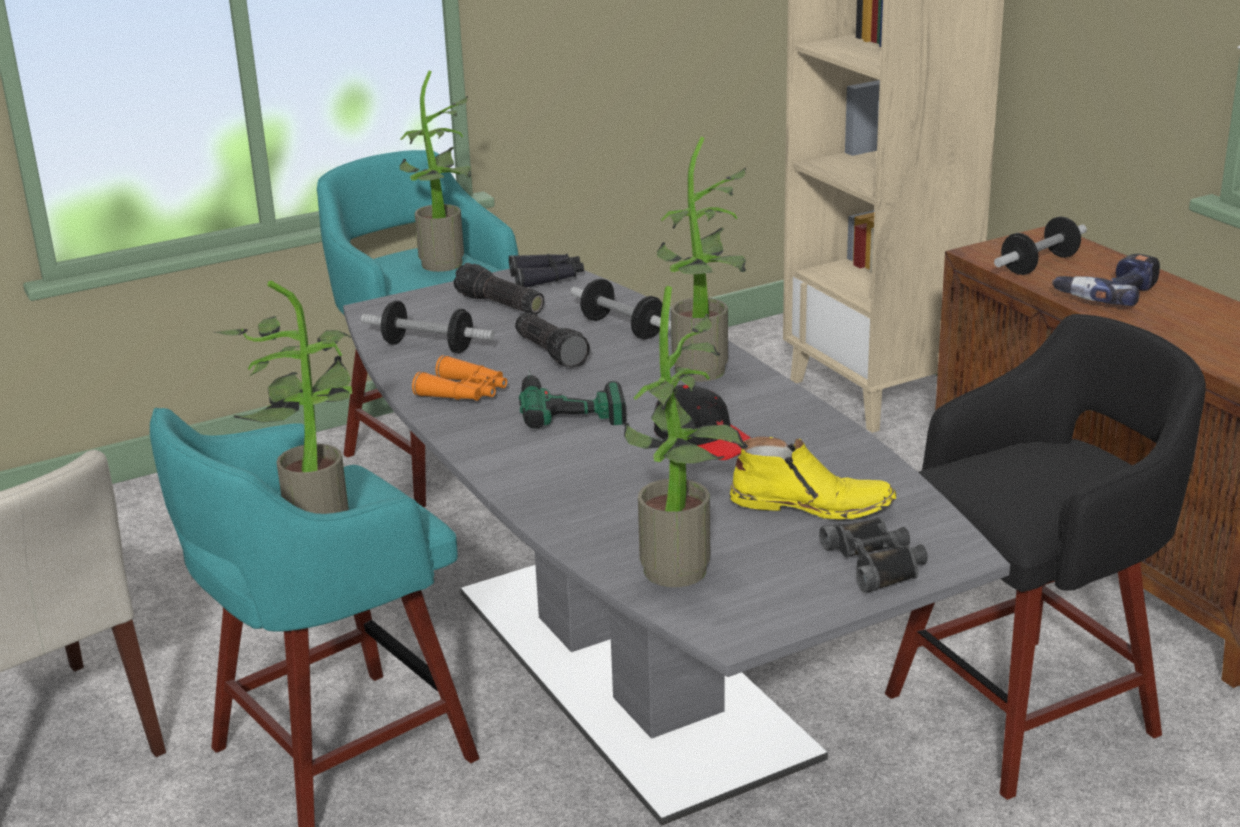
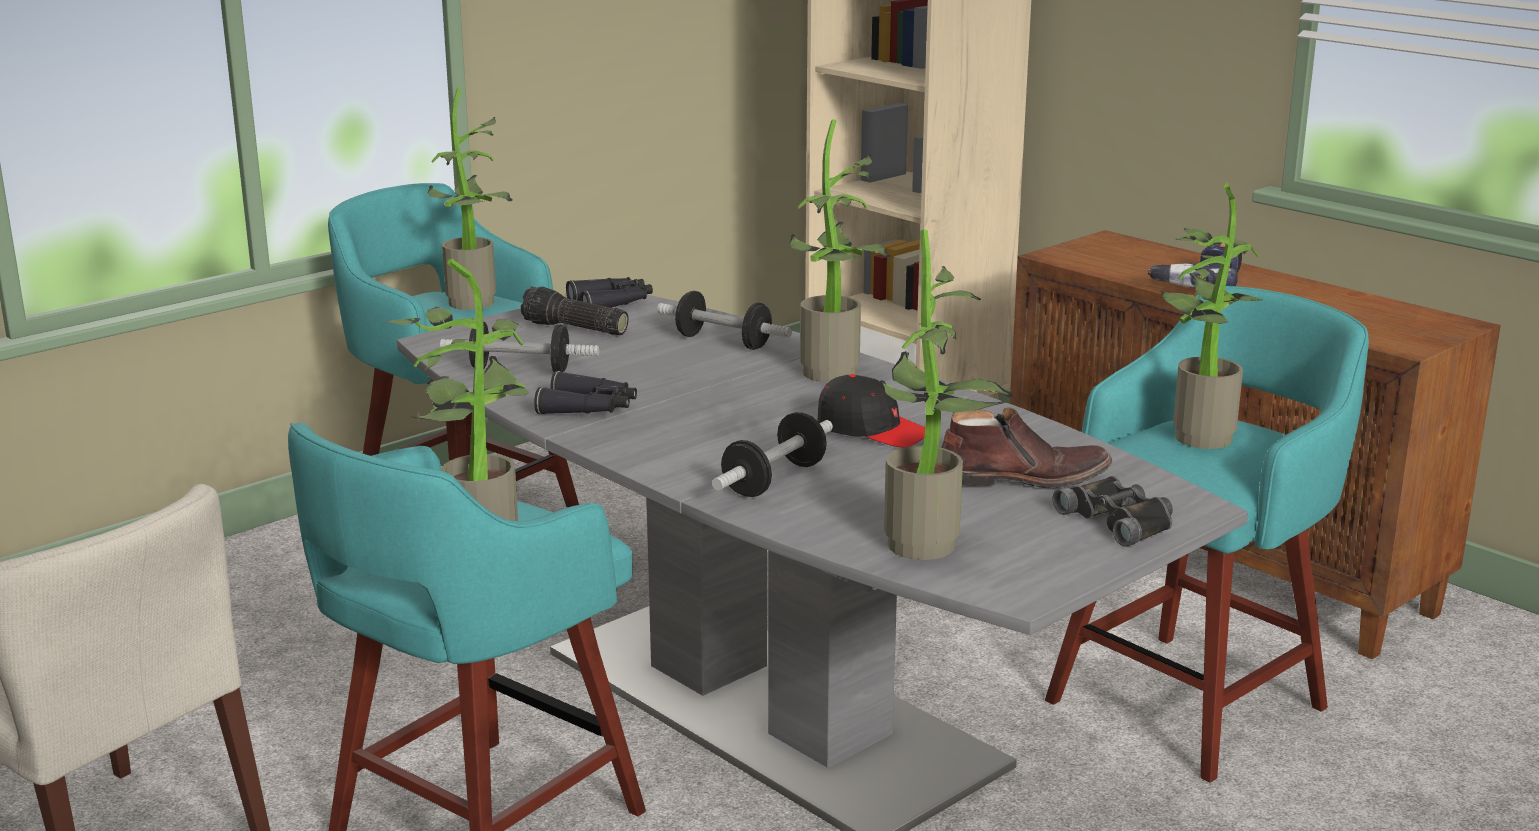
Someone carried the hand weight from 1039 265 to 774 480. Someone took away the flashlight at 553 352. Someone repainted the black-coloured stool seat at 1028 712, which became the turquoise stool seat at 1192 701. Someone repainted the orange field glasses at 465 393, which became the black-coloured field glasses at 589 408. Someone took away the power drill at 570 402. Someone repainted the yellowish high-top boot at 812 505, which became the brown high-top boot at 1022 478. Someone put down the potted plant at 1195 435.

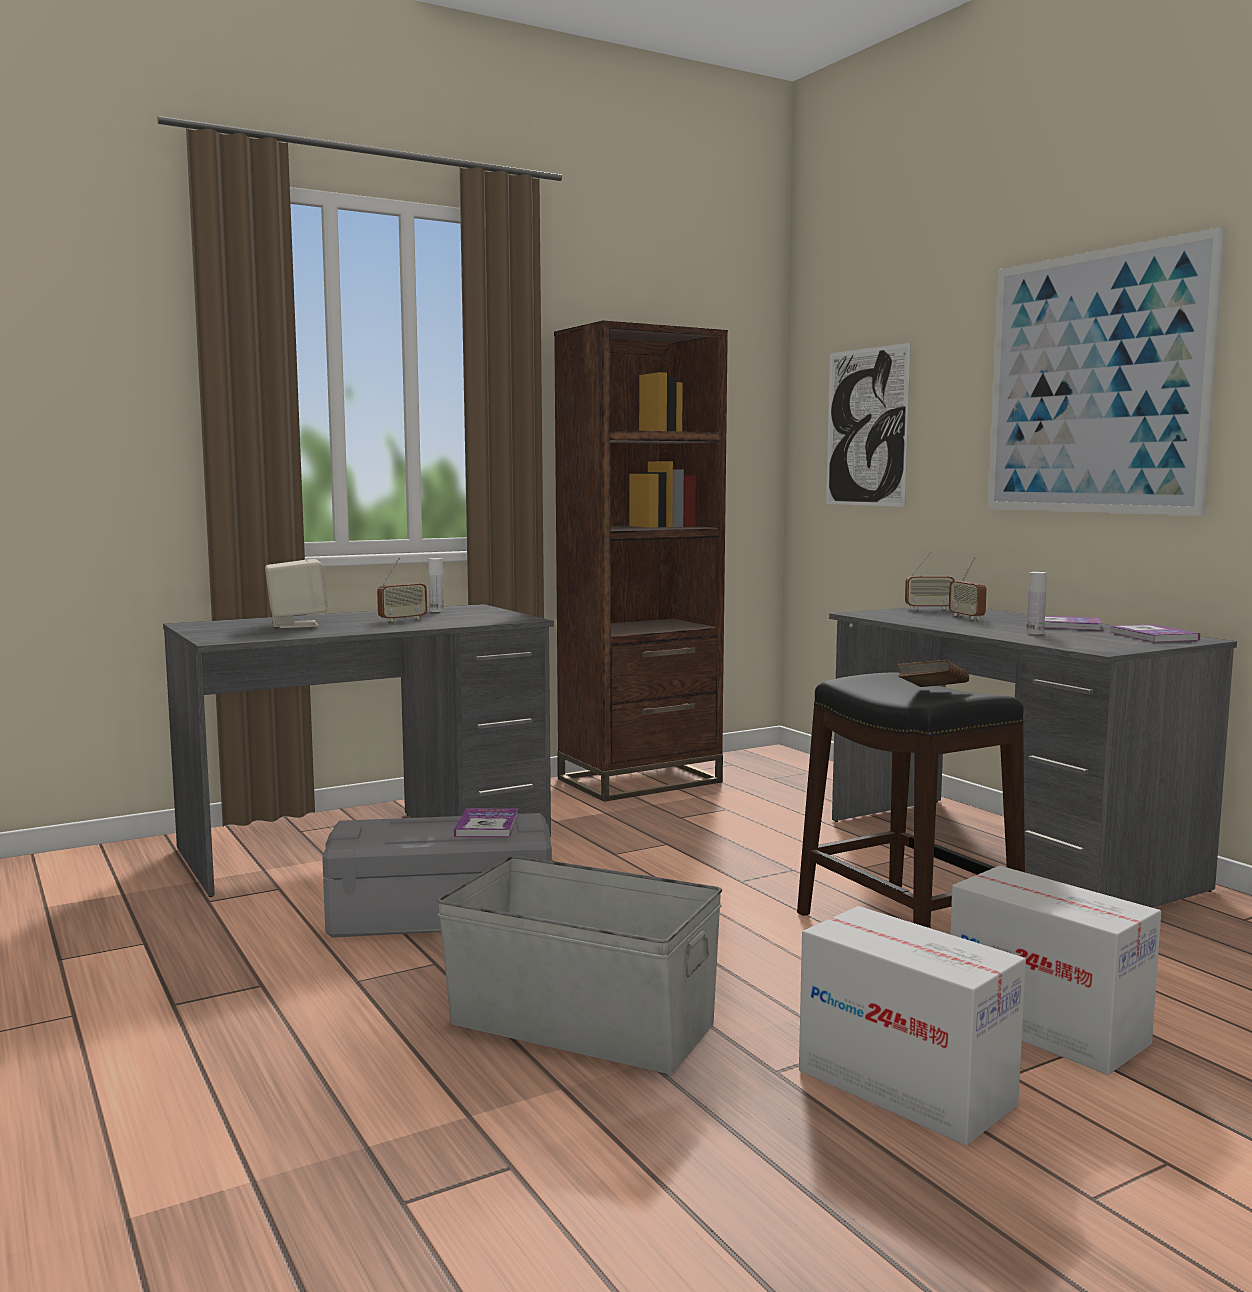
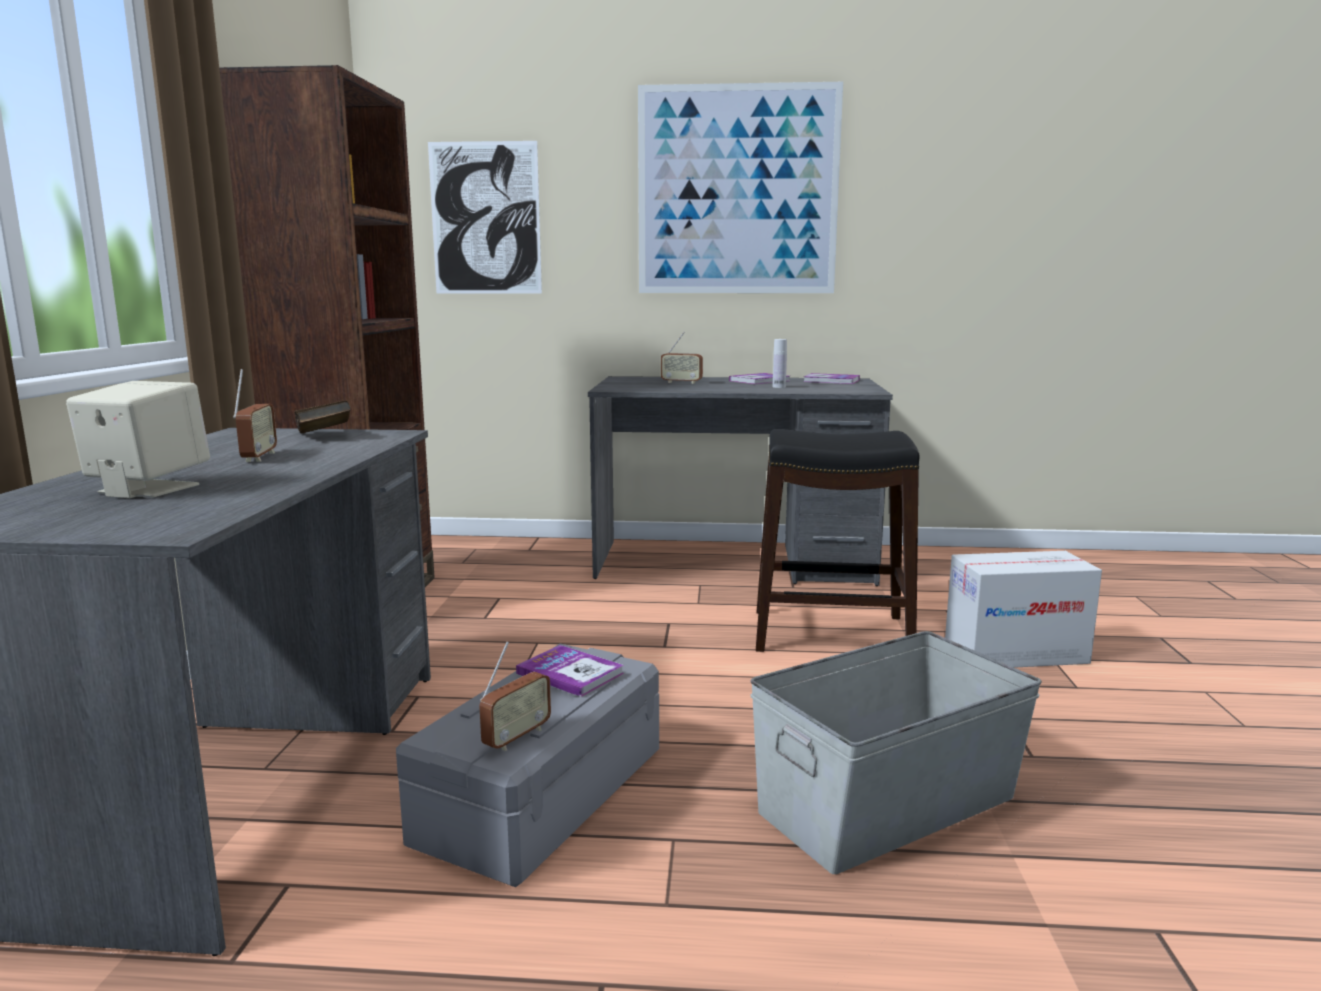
Someone carried the radio from 929 608 to 516 737. Someone took away the whitish bottle at 436 611. Someone carried the brown volume from 932 693 to 324 436. Someone took away the cardboard box at 906 1087.

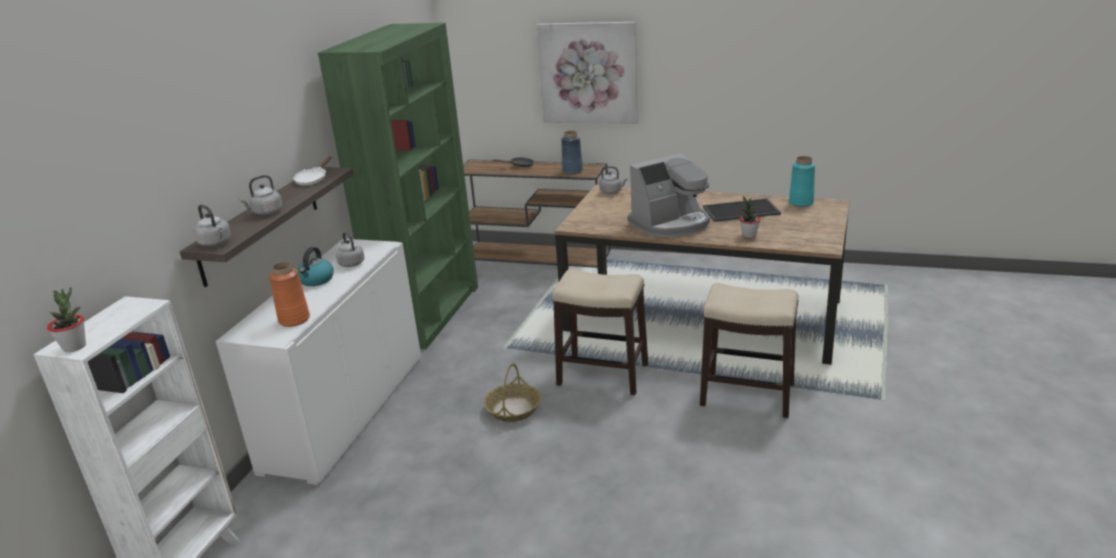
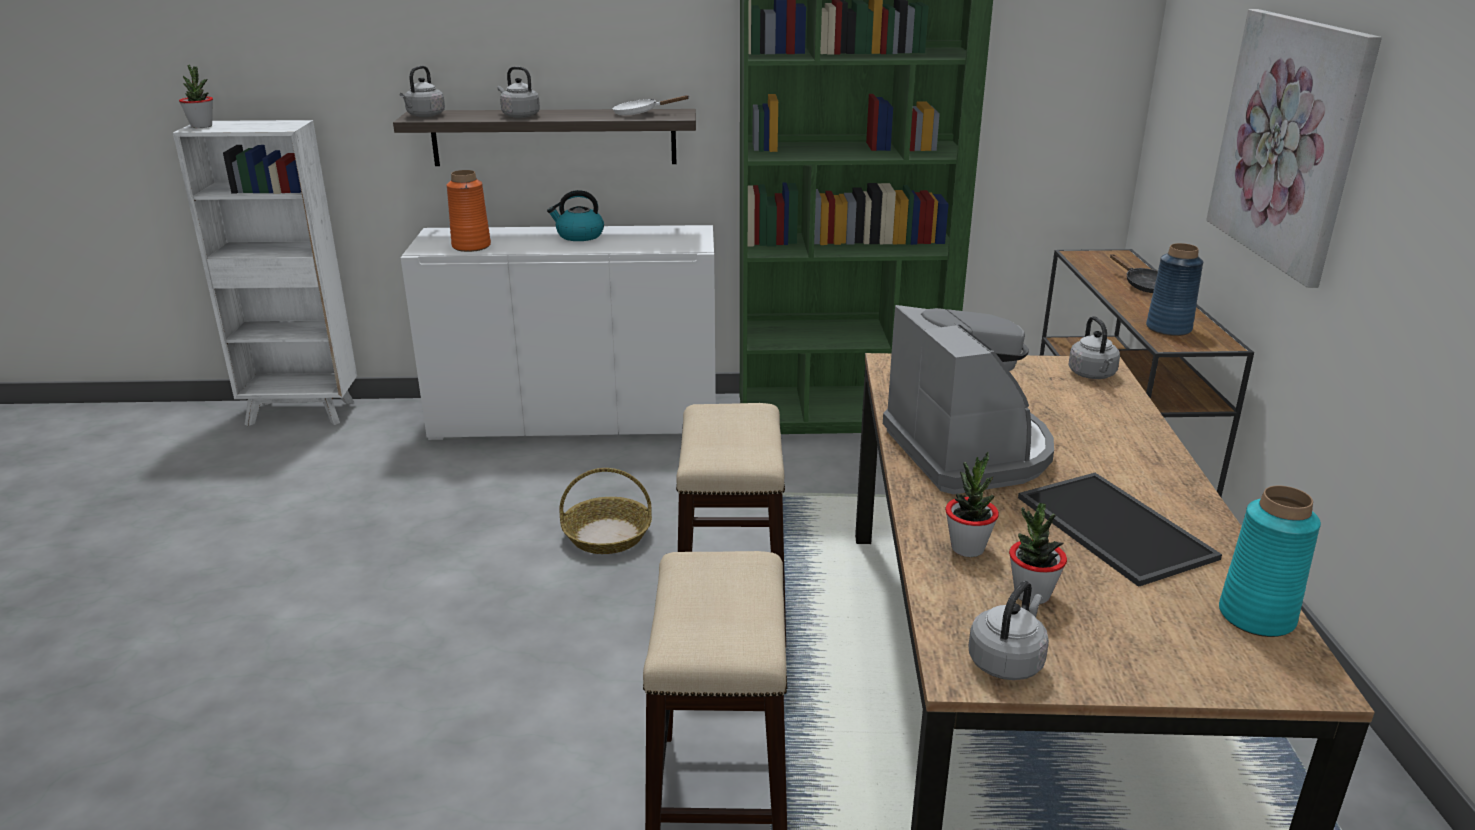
Someone rotated the coffee maker at 671 224 by 150 degrees counterclockwise. Someone carried the grey water kettle from 351 263 to 1007 661. Someone put down the potted plant at 1031 594.

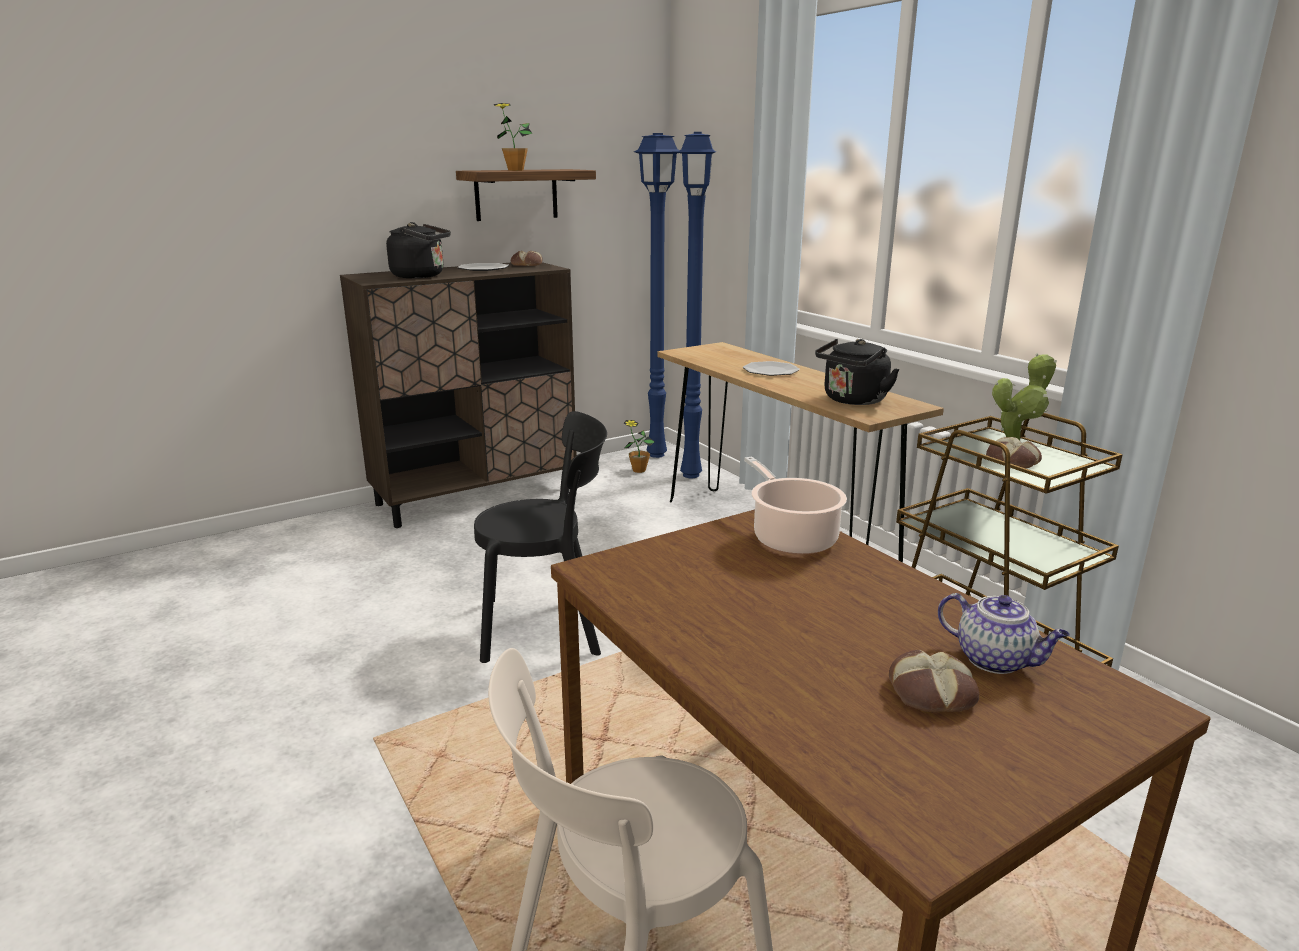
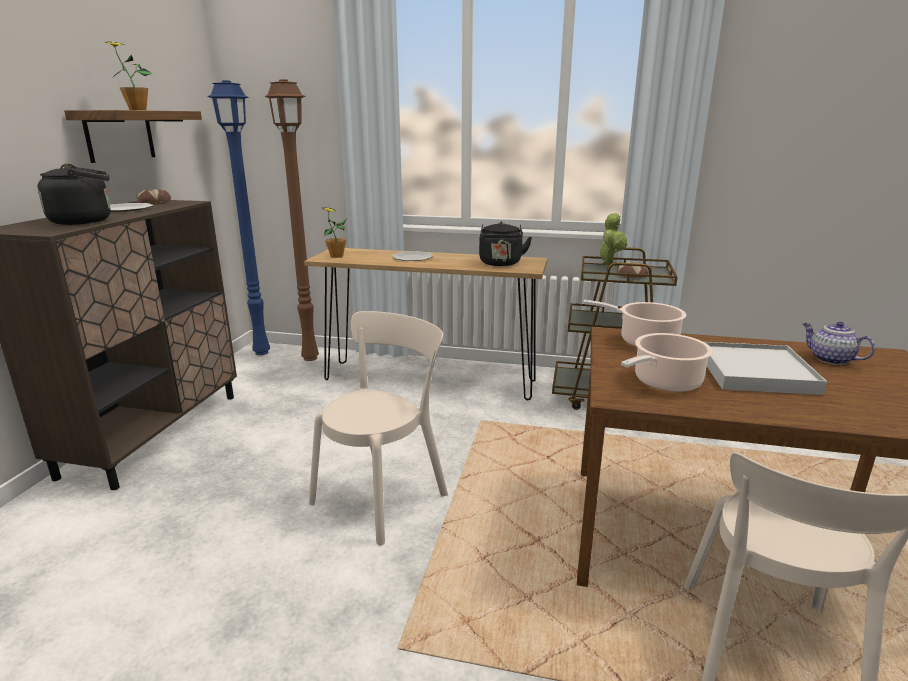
Someone repainted the blue standard lamp at 692 474, which became the brown standard lamp at 311 357. Someone repainted the black-coloured upright chair at 548 626, which became the beige upright chair at 383 495. Someone carried the potted plant from 639 470 to 336 256. Someone rotated the tea pot at 996 660 by 120 degrees counterclockwise. Someone took away the bread at 931 693. Someone put down the stockpot at 664 383. Someone put down the whitish carrying tray at 755 372.

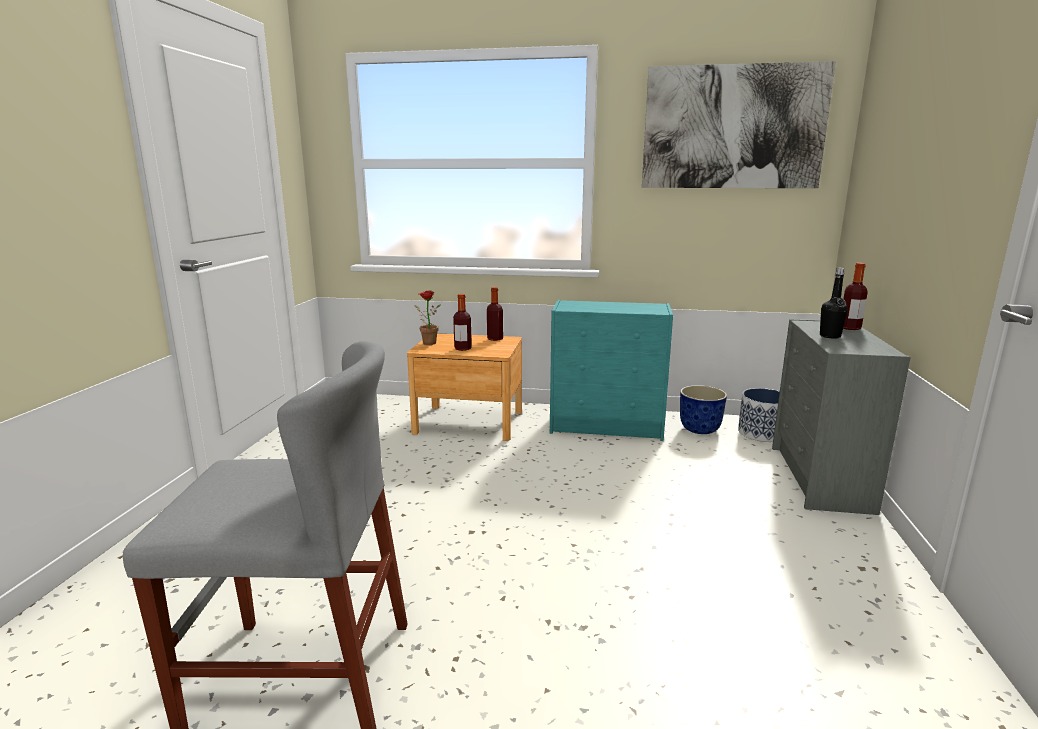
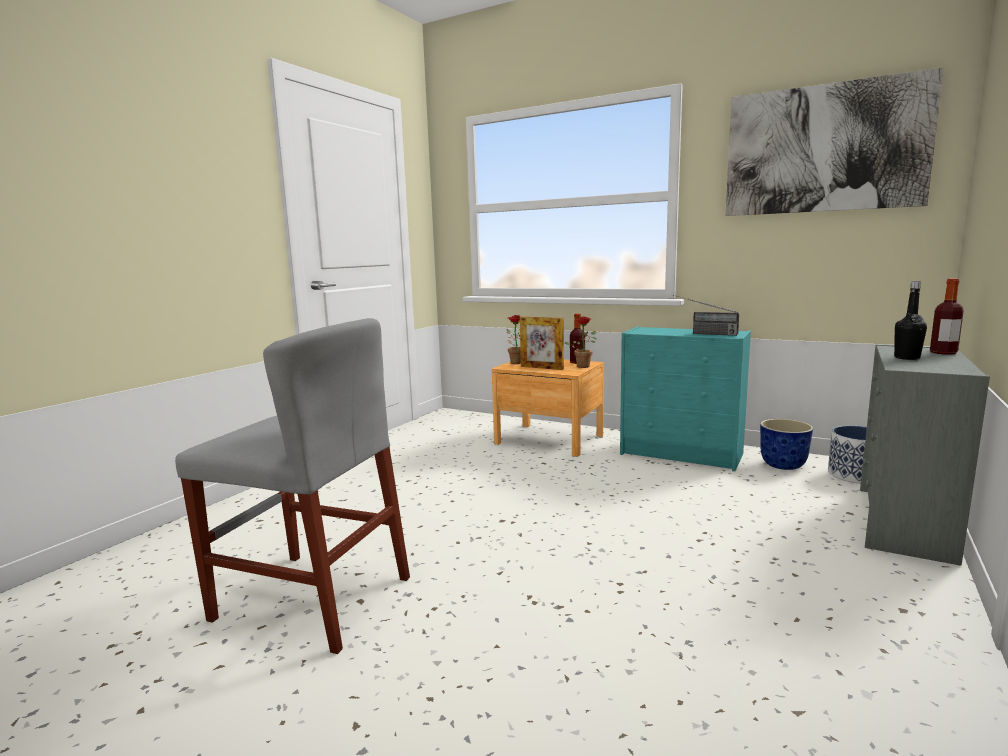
Someone swapped the bottle at 462 348 for the standing frame at 541 368. Someone put down the radio at 703 333. Someone put down the potted plant at 584 366.

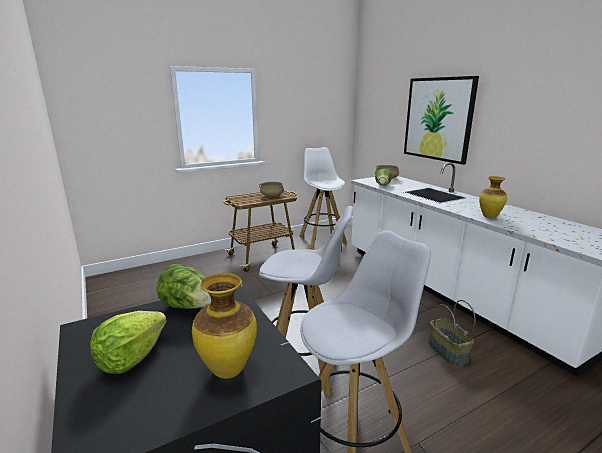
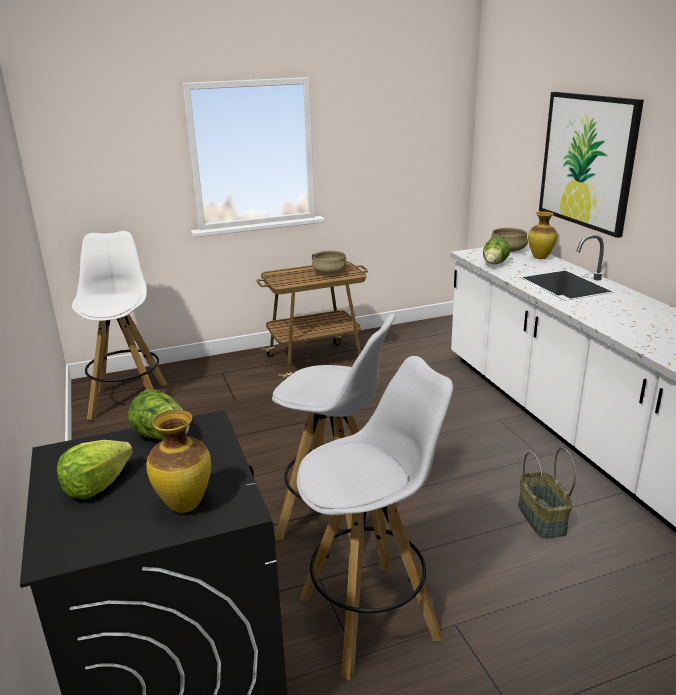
Someone carried the whitish stool seat from 322 240 to 129 400. Someone carried the decorative vase from 489 217 to 539 258.

